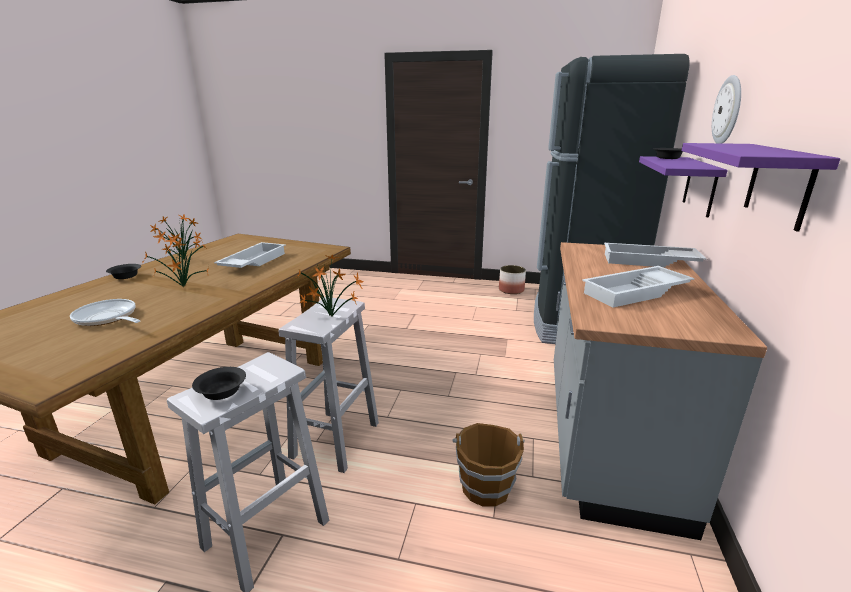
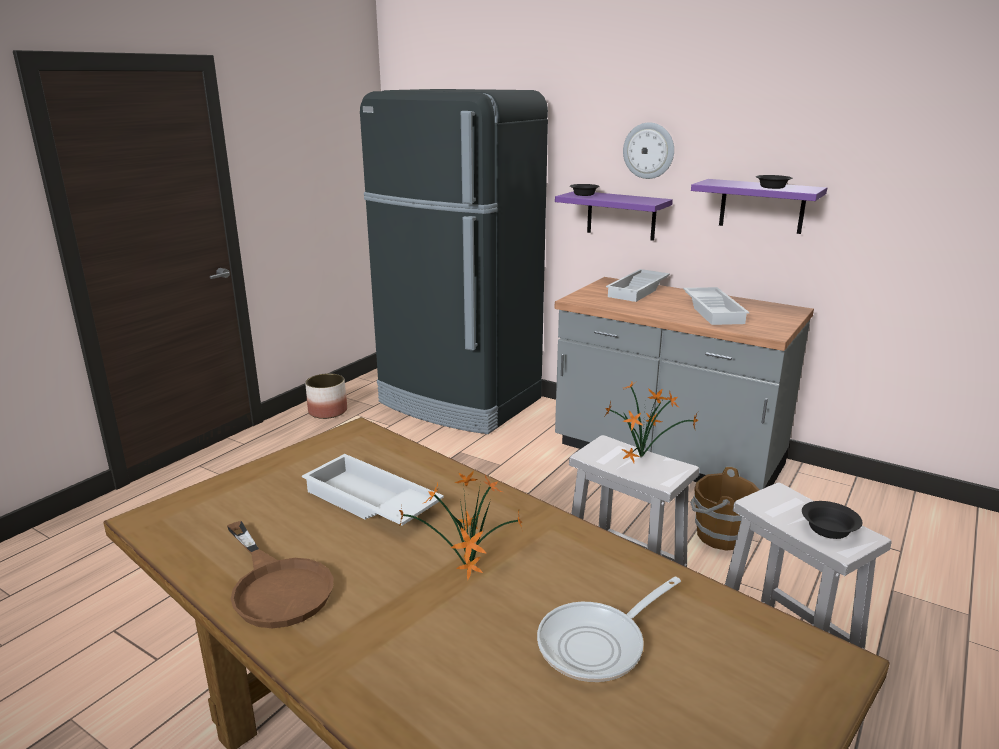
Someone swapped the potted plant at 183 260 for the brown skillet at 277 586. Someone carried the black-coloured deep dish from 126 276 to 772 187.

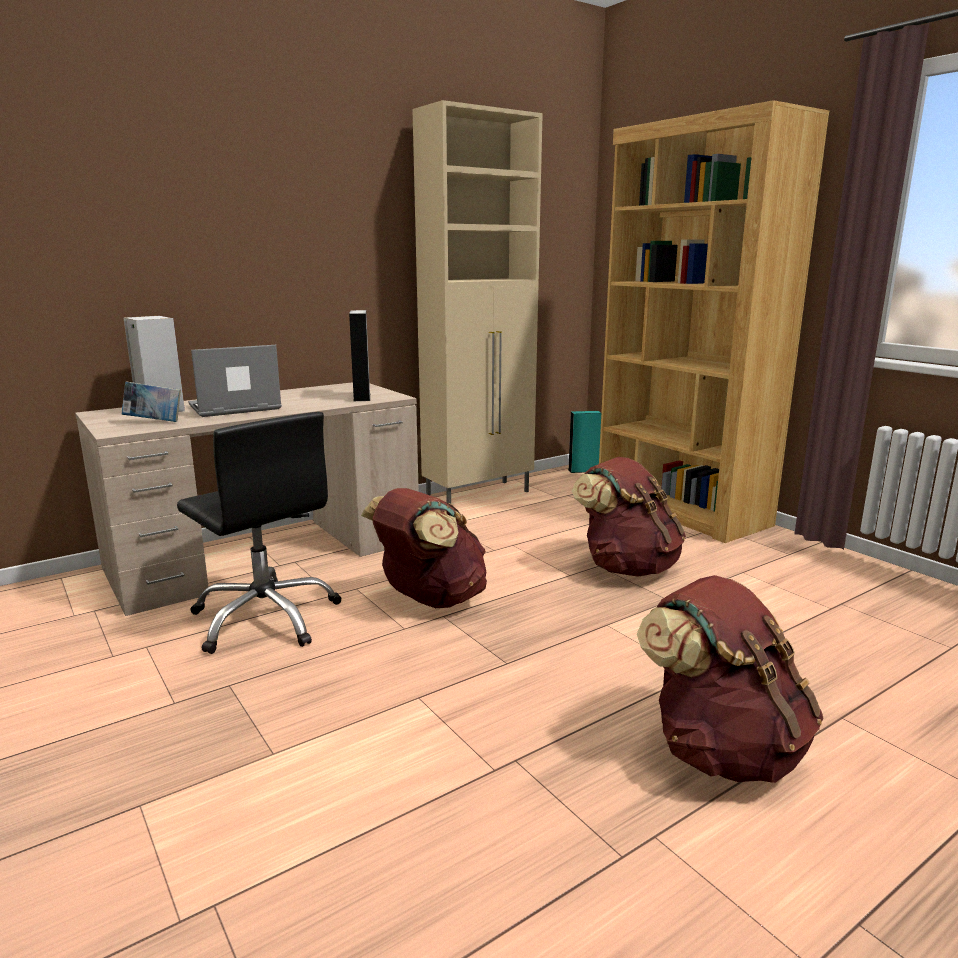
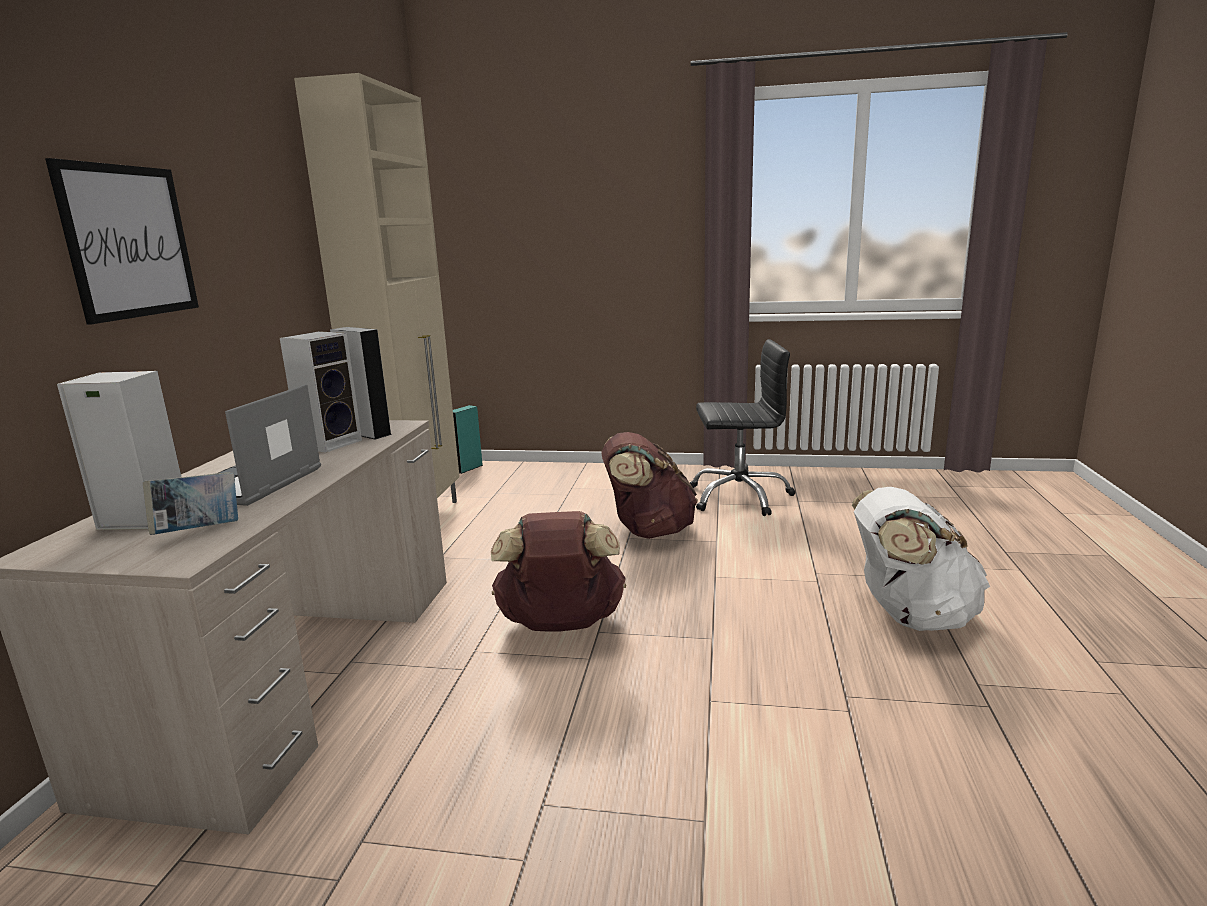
Someone took away the brown bookcase at 680 509. Someone carried the black-coloured desk chair from 266 618 to 739 496. Someone repainted the brown backpack at 721 750, which became the whitish backpack at 910 616. Someone put up the wall art at 129 242. Someone put down the speaker at 331 443.

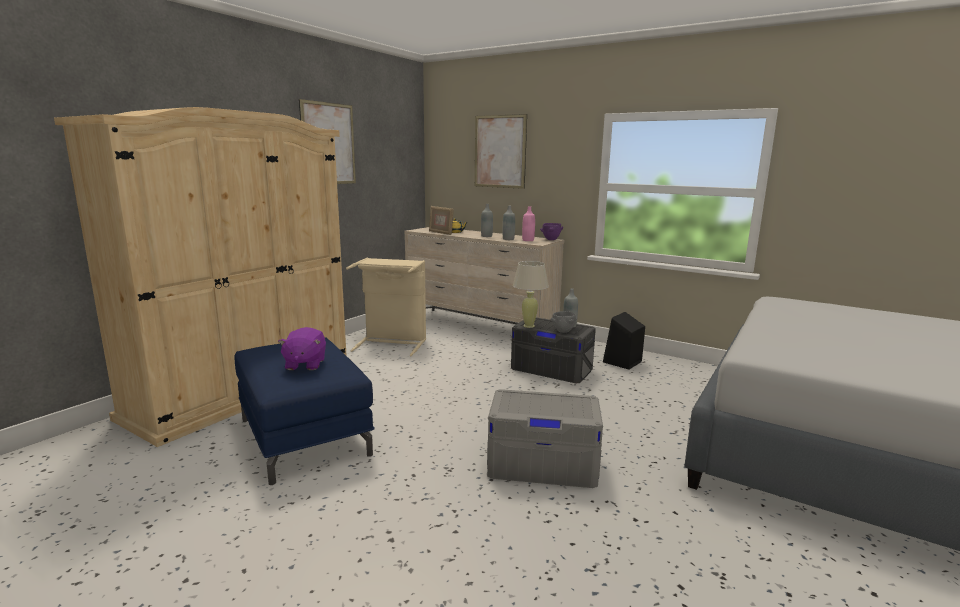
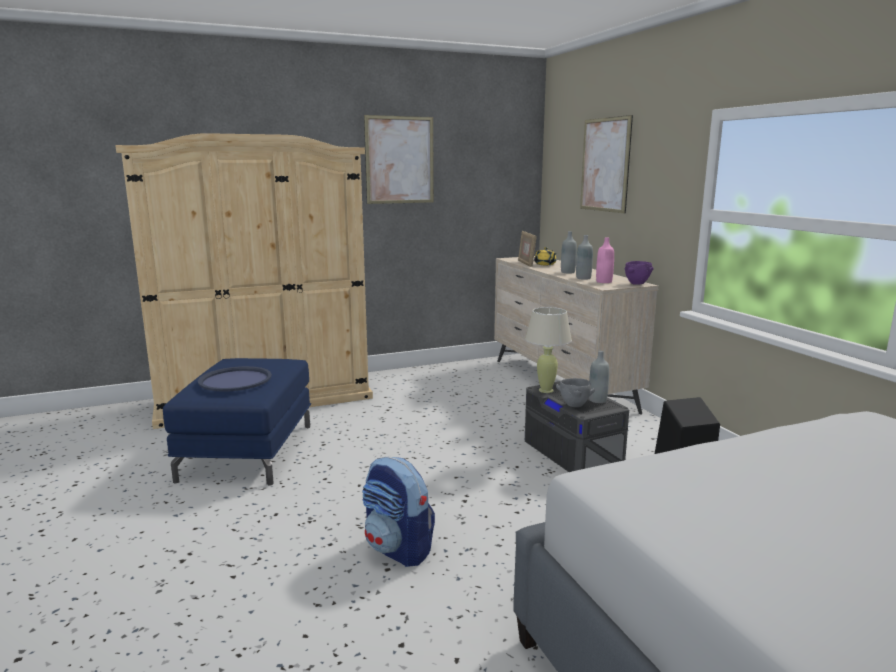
Someone took away the beige hamper at 392 343. Someone swapped the purple-coloured cuddly toy at 305 364 for the blue carrying tray at 235 380. Someone swapped the grey storage container at 542 464 for the backpack at 398 549.

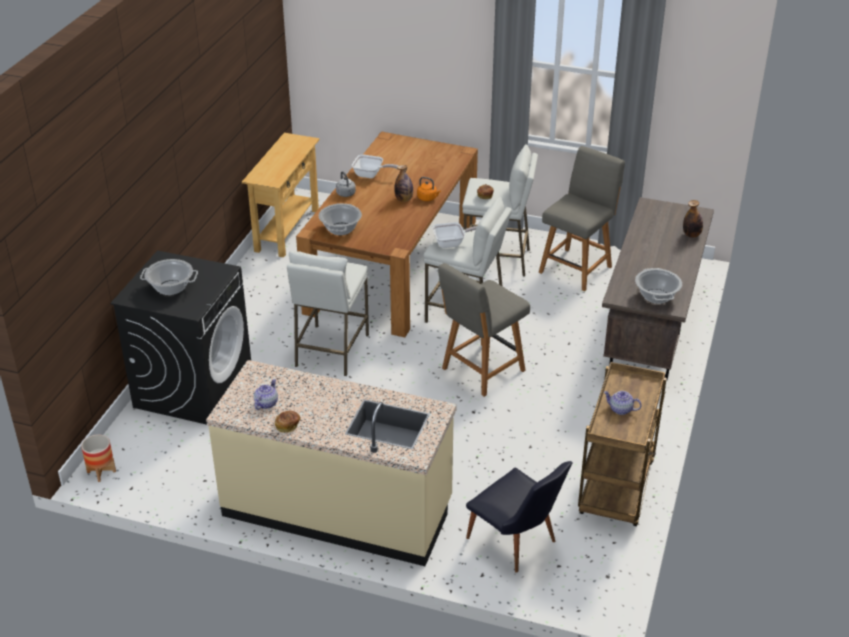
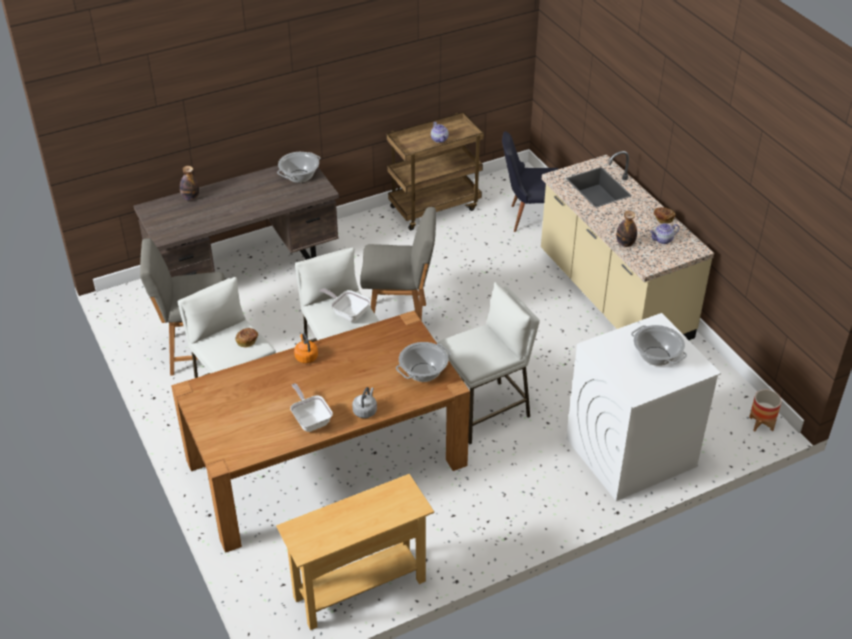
Someone carried the bottle from 404 199 to 625 243. Someone repainted the black-coloured laundry appliance at 193 387, which became the whitish laundry appliance at 630 453. Someone rotated the black-coloured upright chair at 517 544 by 90 degrees counterclockwise.

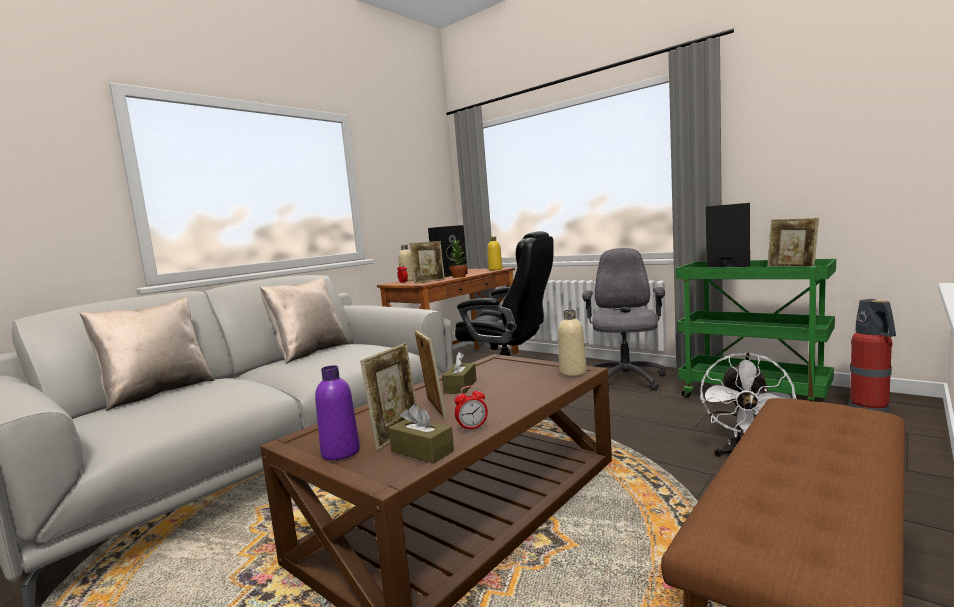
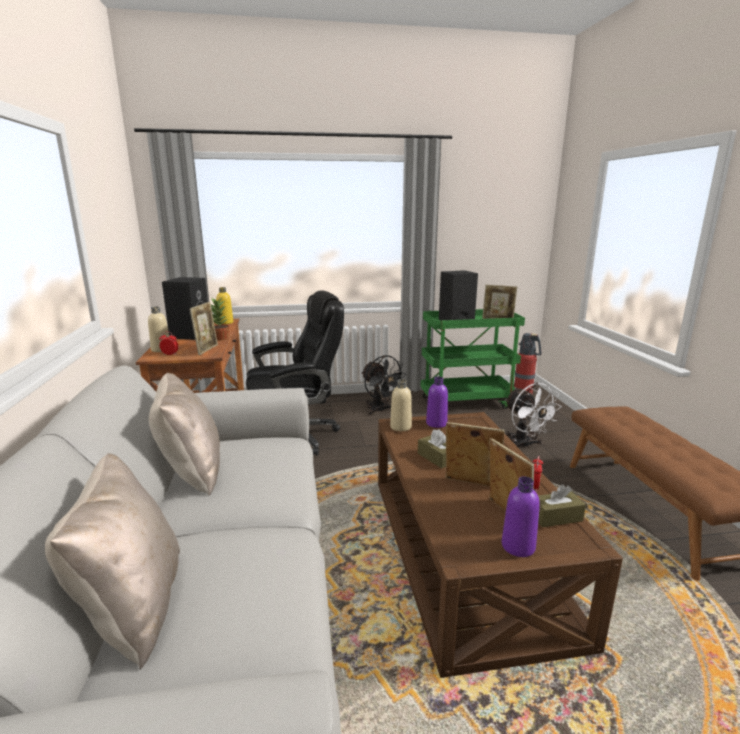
Someone swapped the grey desk chair at 625 380 for the black-coloured fan at 380 410. Someone carried the beige bottle from 572 372 to 400 427. Someone put down the purple-coloured bottle at 436 423.

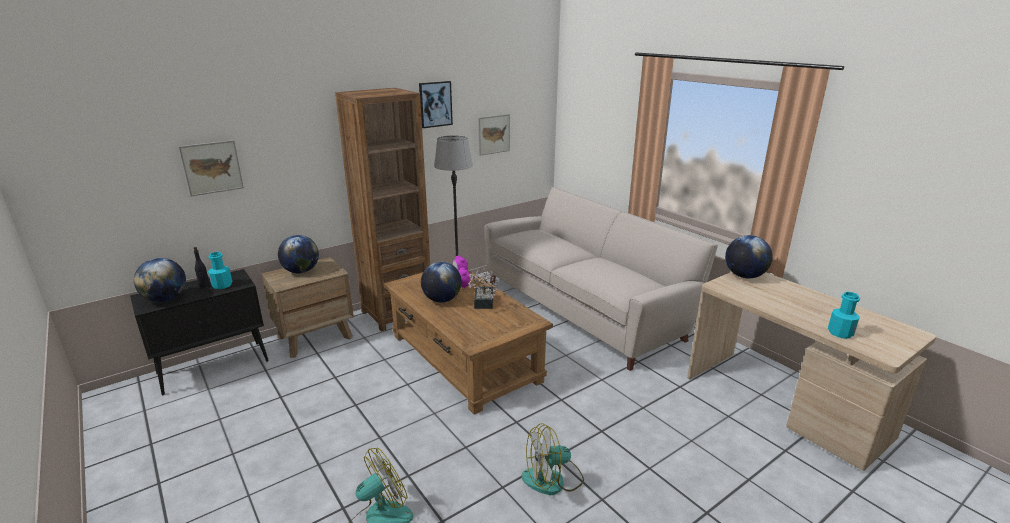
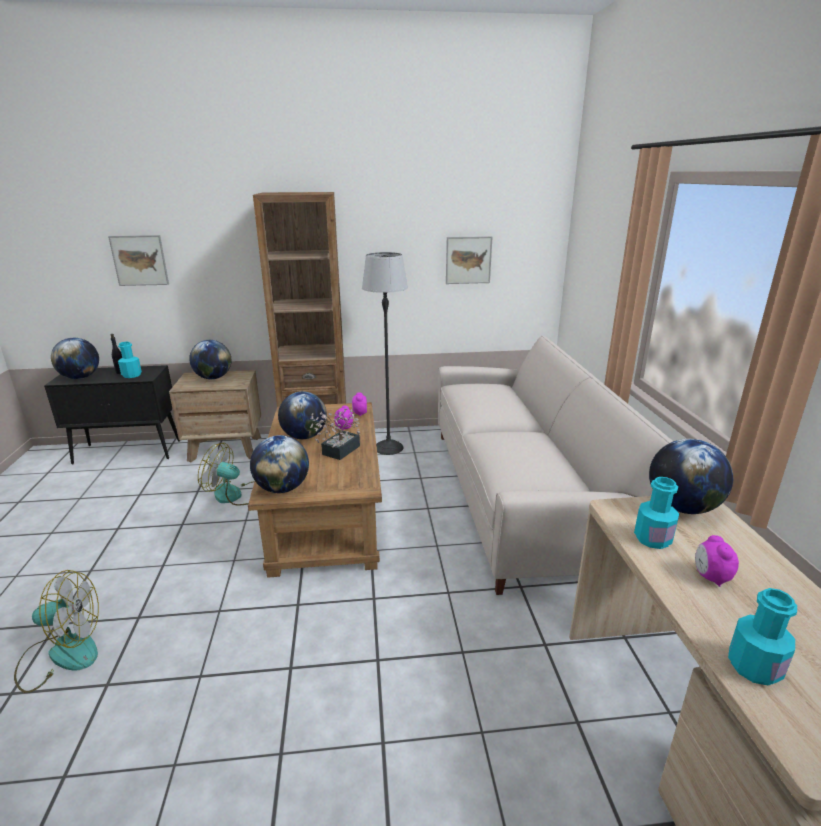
Someone took away the wall art at 435 104. Someone carried the fan from 553 479 to 234 495. Someone put down the desk globe at 282 488. Someone put down the turquoise bottle at 652 539. Someone put down the table clock at 710 577.

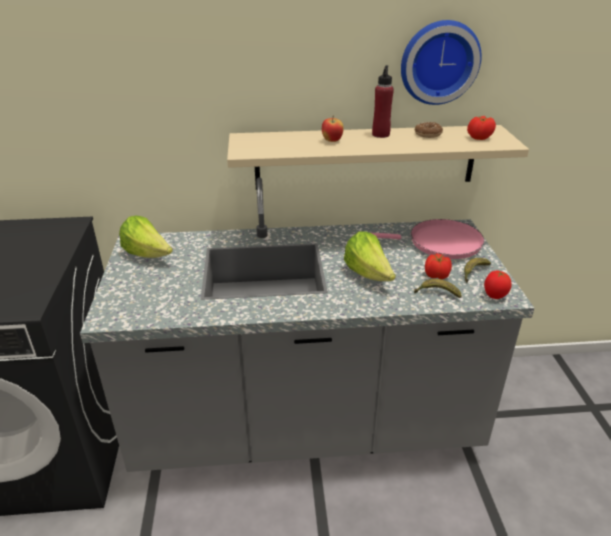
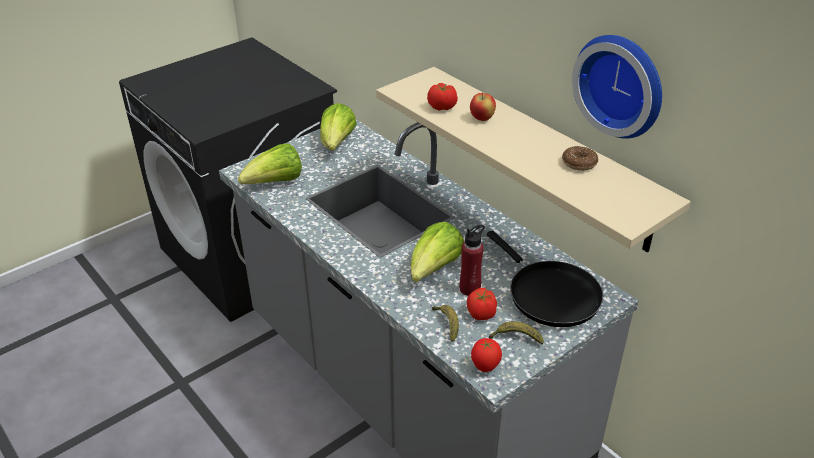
Someone carried the red-coloured bottle from 381 134 to 470 289. Someone carried the fresh tomato from 479 138 to 442 107. Someone repainted the pink skillet at 439 243, which became the black-coloured skillet at 549 294. Someone put down the lettuce at 275 183.

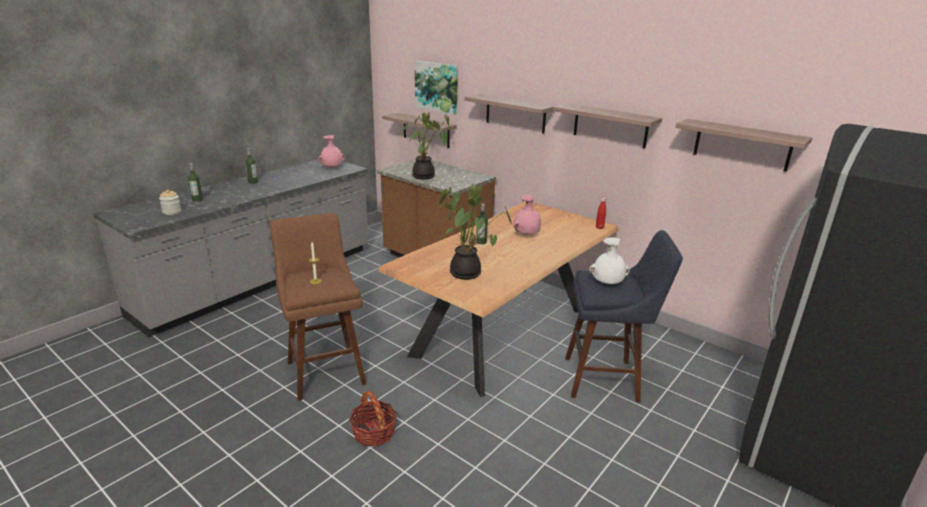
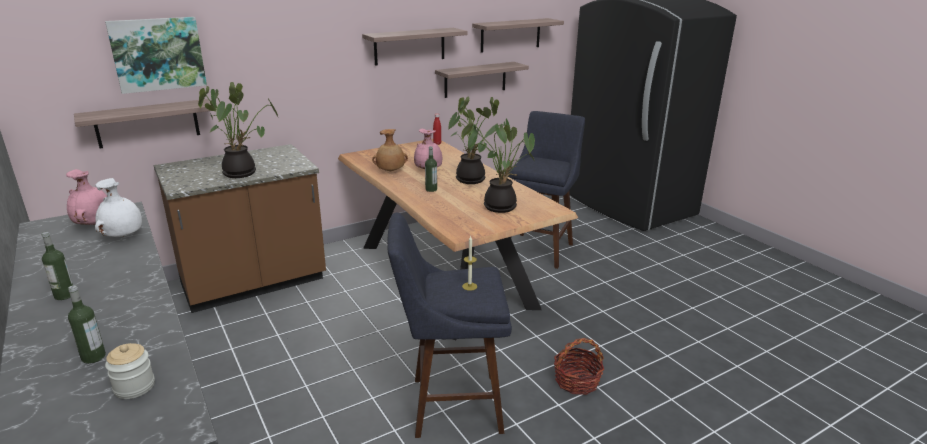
Someone carried the wall shelf from 515 113 to 475 79. Someone repainted the brown stool seat at 324 369, which became the blue stool seat at 449 405. Someone carried the whitish decorative vase from 607 283 to 123 236. Someone put down the potted plant at 473 180. Someone put down the brown decorative vase at 390 171.

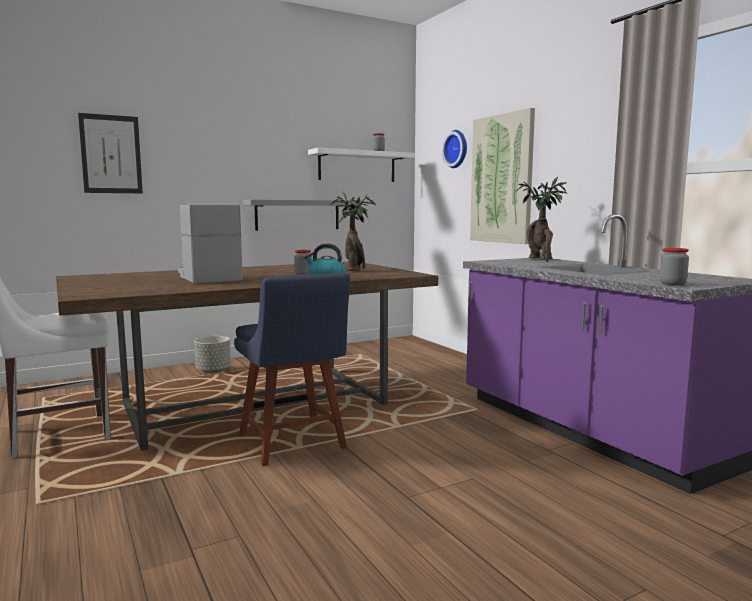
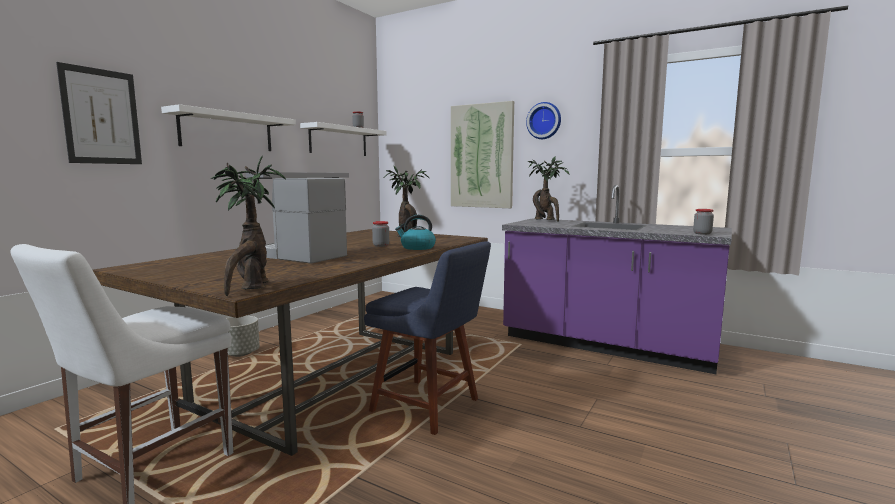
Someone carried the hanging clock from 457 149 to 544 121. Someone put up the whitish wall shelf at 227 131. Someone put down the potted plant at 251 288.

